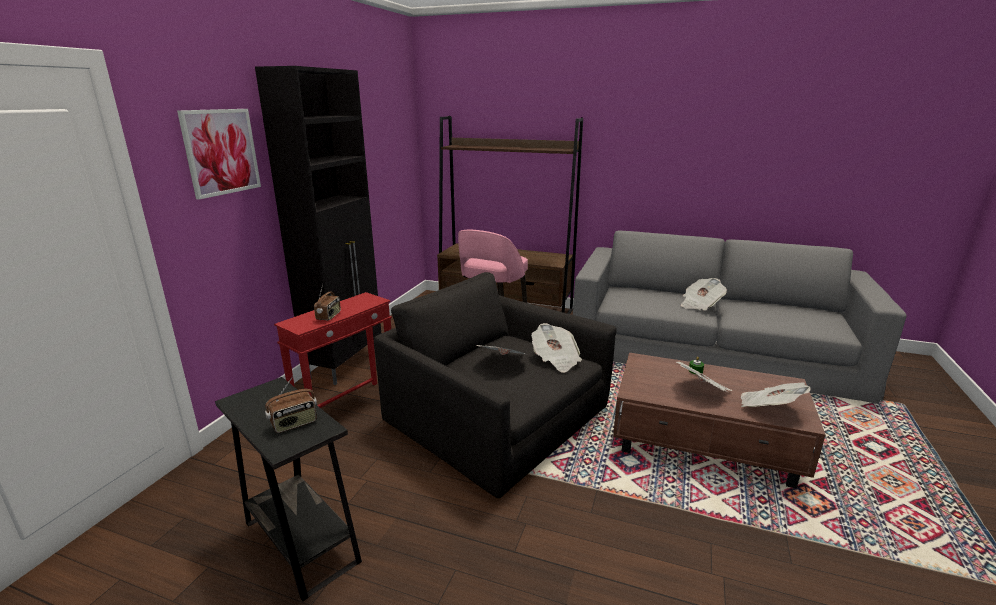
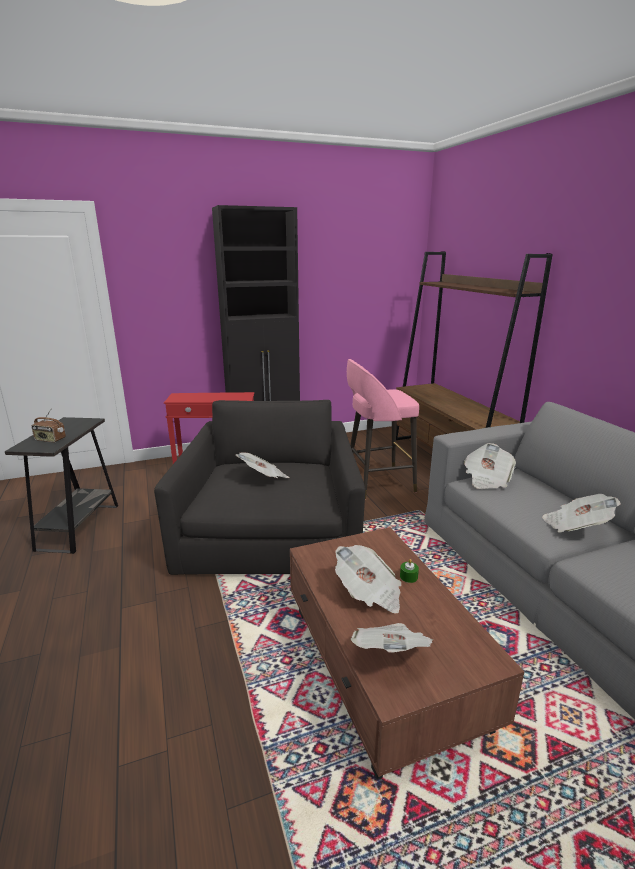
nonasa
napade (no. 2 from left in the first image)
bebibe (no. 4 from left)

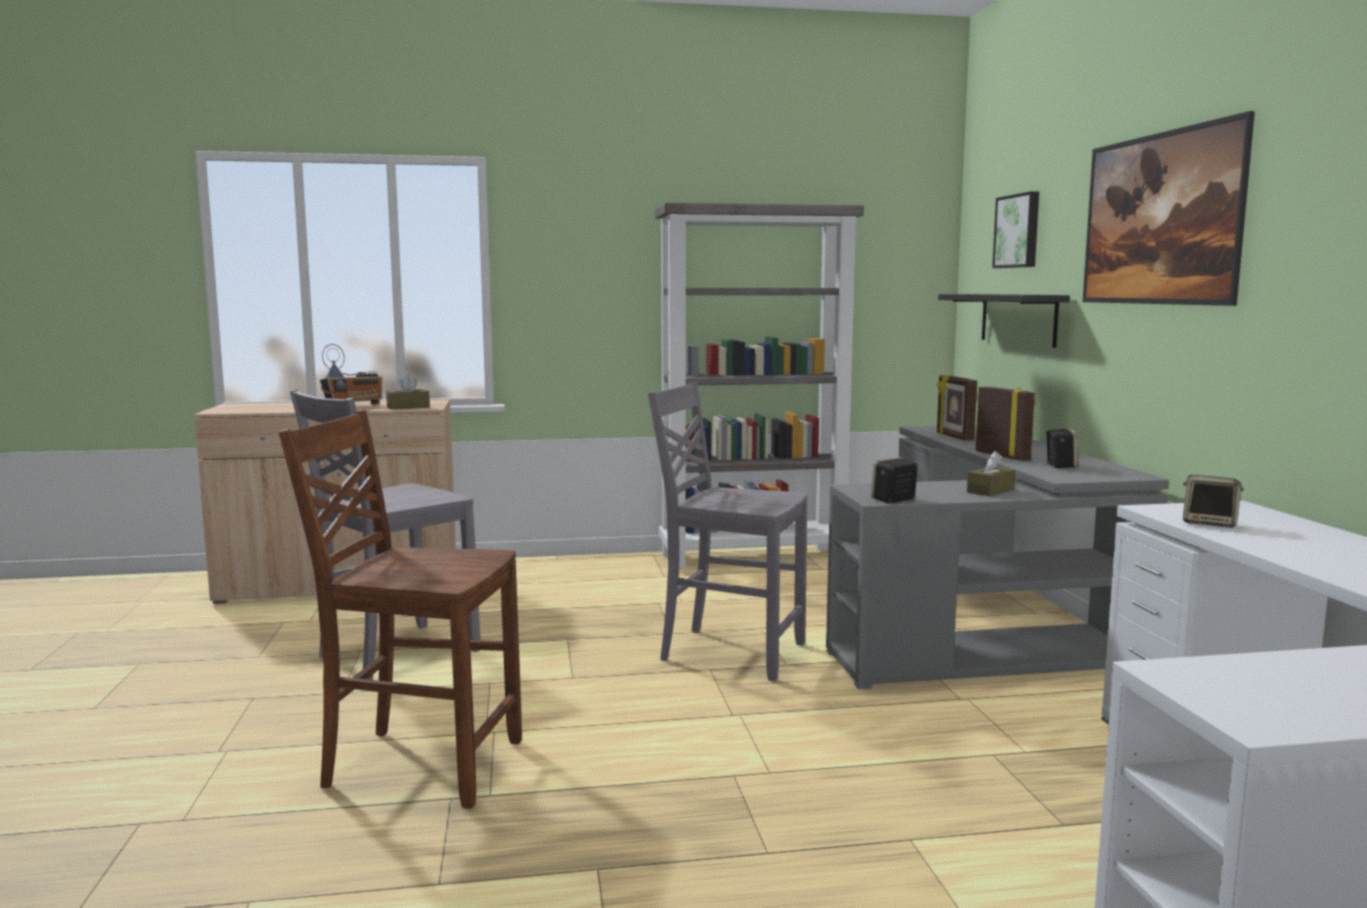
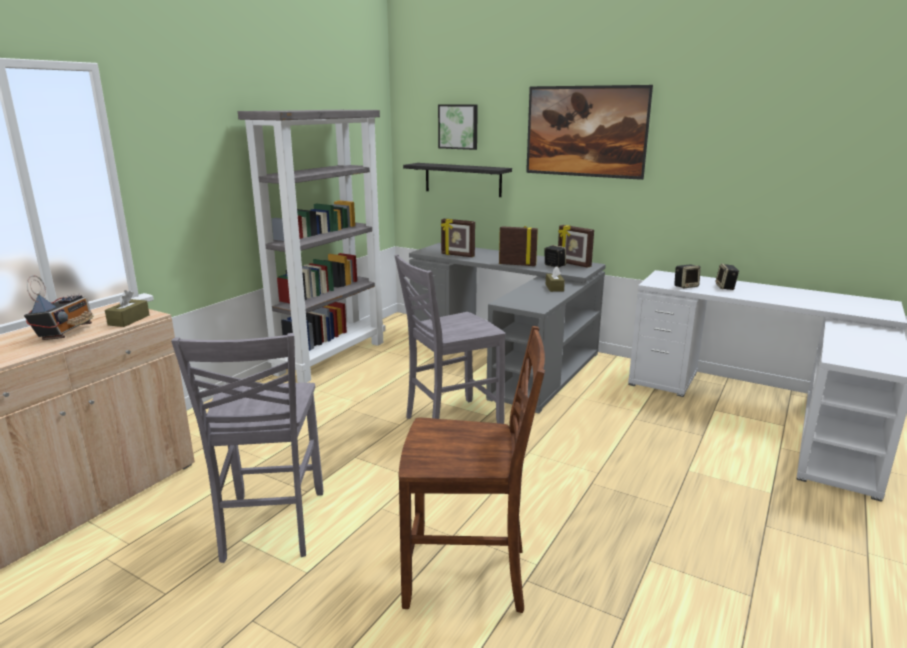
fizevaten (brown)
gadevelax (no. 3 from left)
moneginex (no. 3 from left)

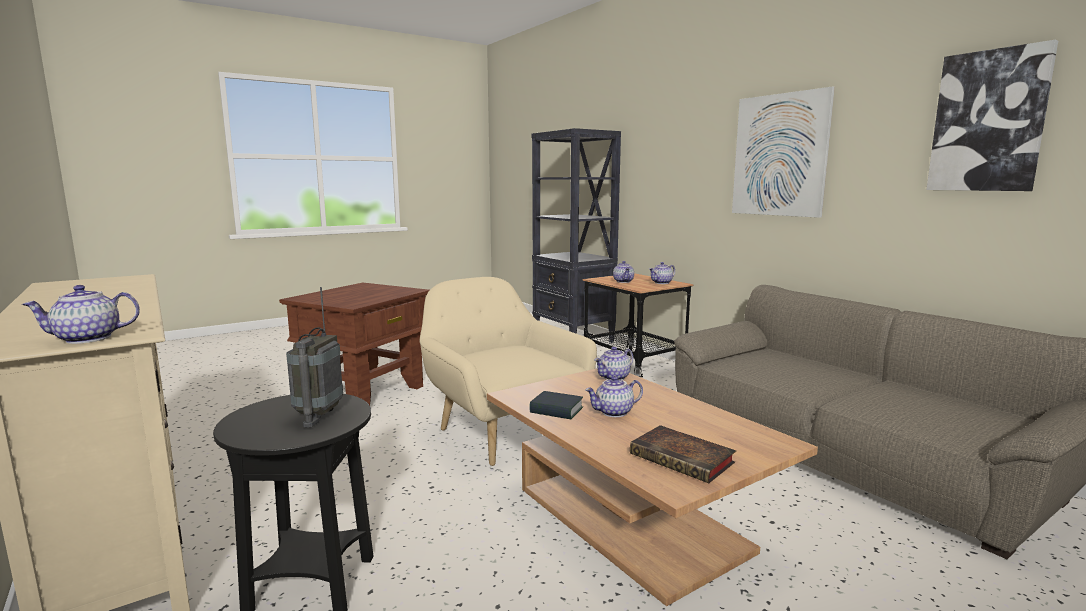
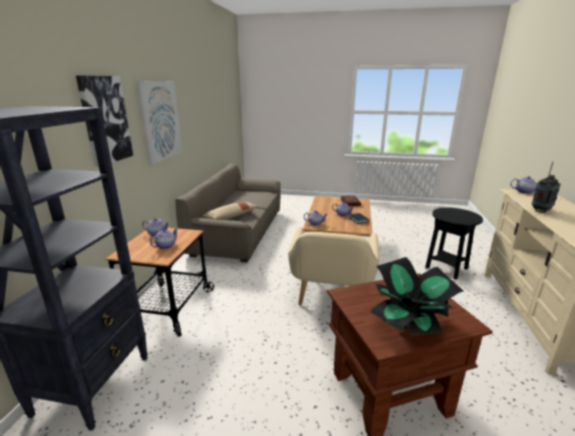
napade
nonasa (no. 1 from left)
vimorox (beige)
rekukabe

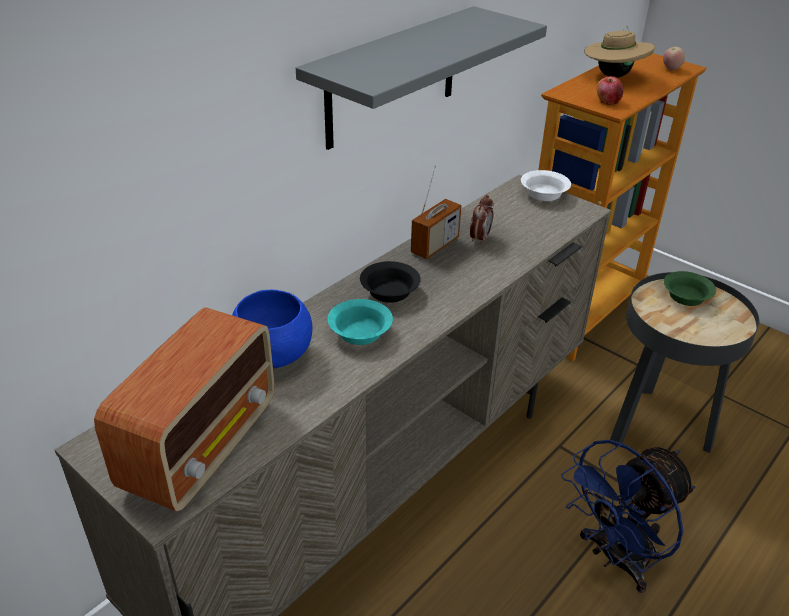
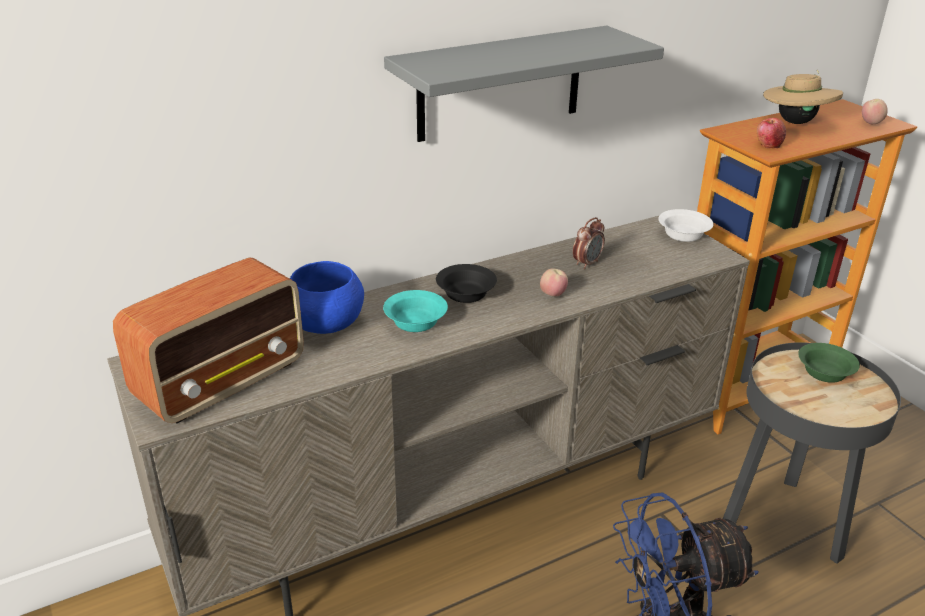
napade (no. 2 from left in the first image)
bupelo (no. 1 from left)

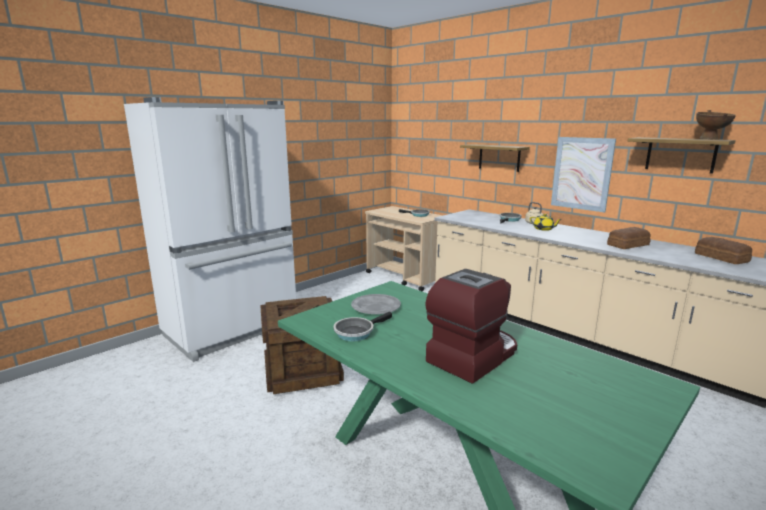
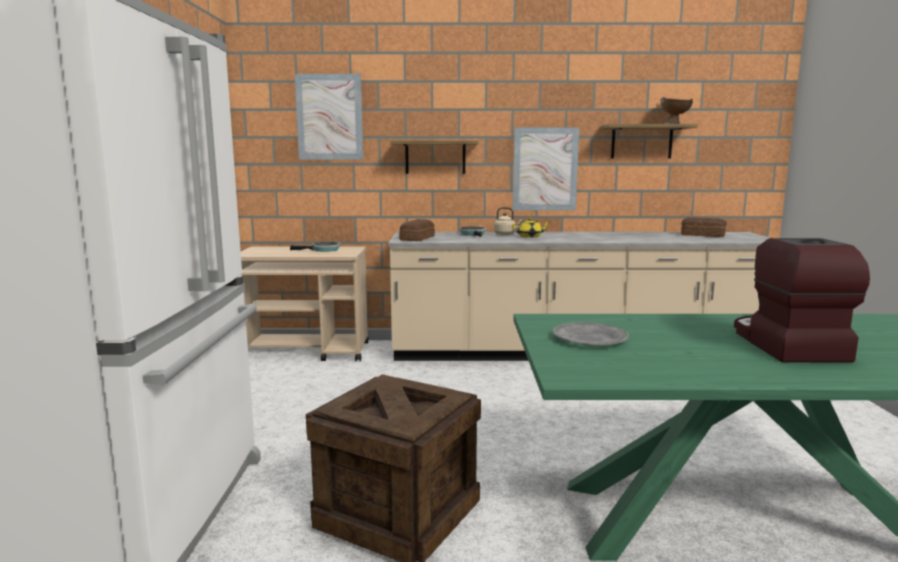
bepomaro (no. 1 from left in the first image)
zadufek (no. 1 from left)
nonasa (no. 1 from left)

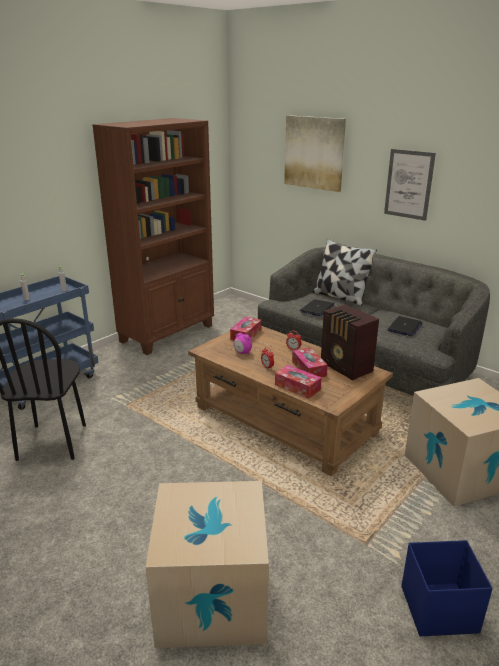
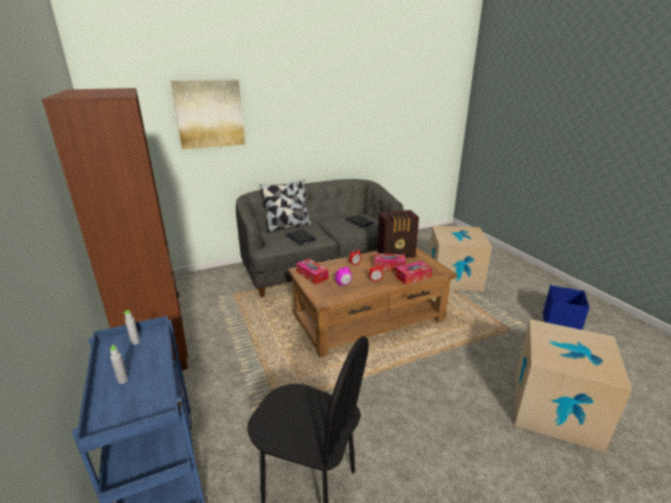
nonasa (no. 2 from left in the first image)

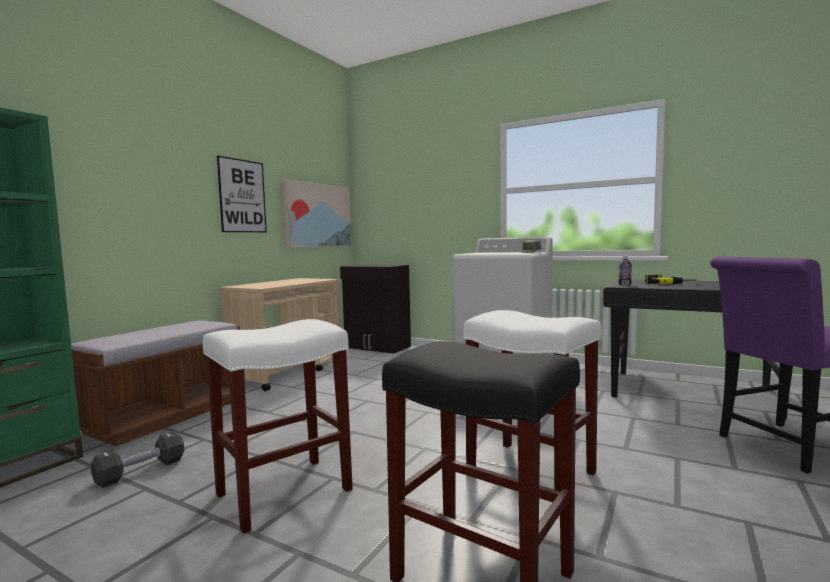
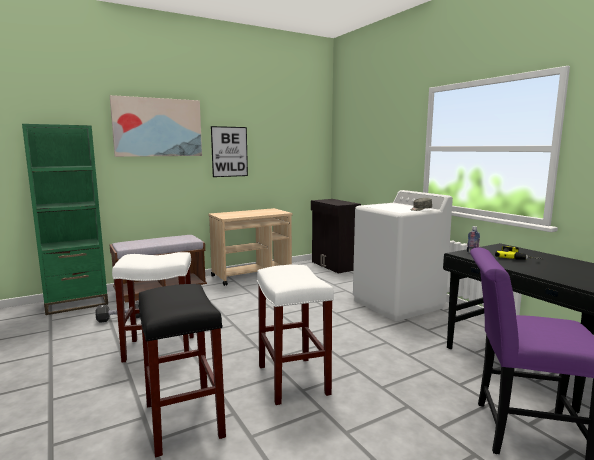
nonasa (no. 1 from left)

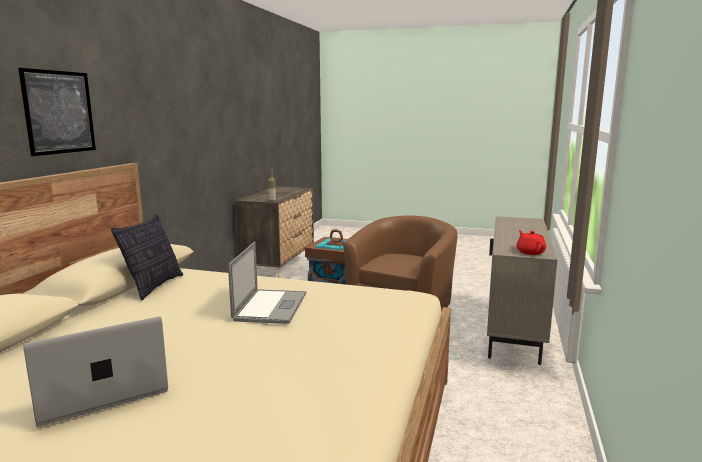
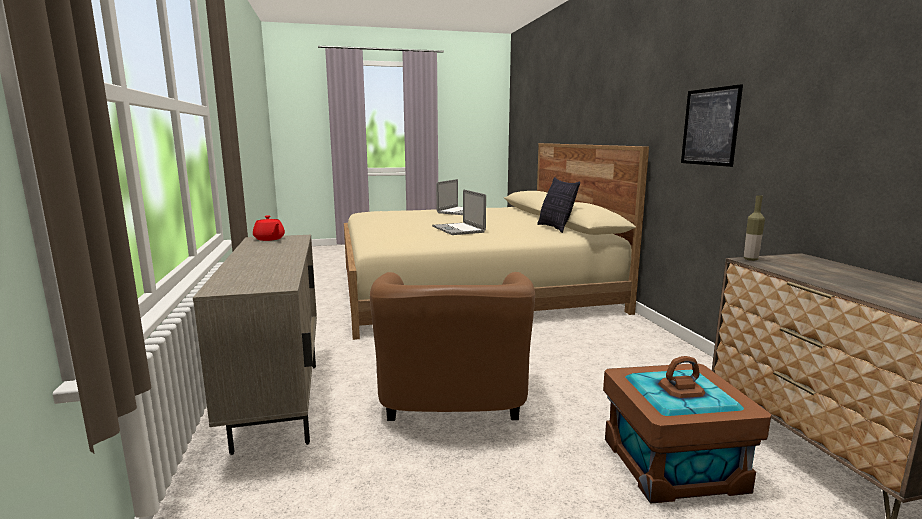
nonasa

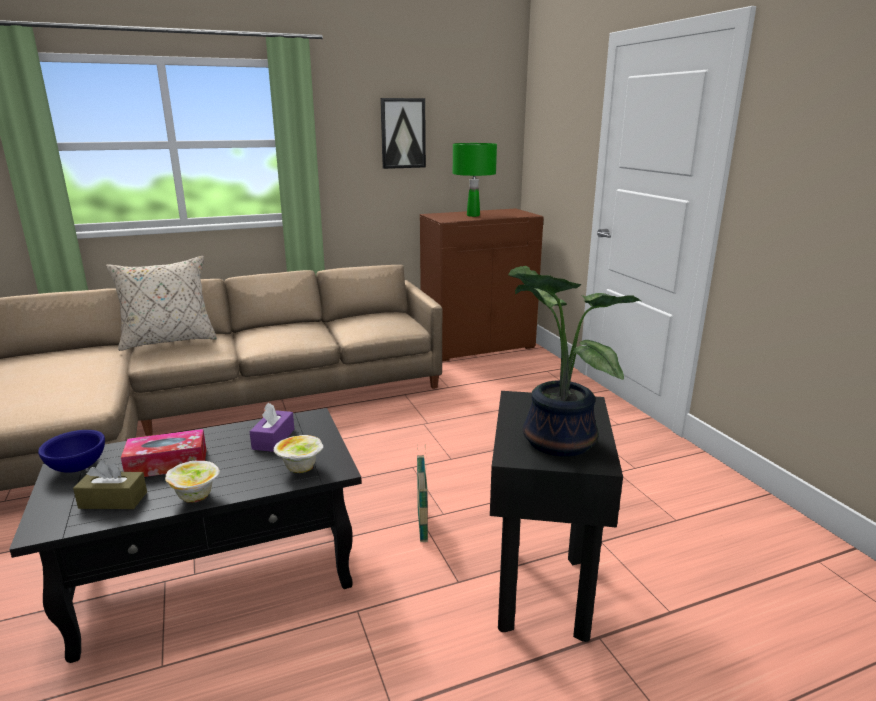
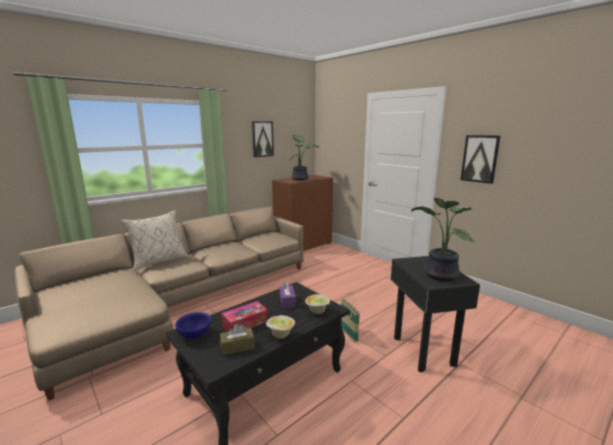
rekukabe (no. 1 from left)
nonasa (no. 2 from left)

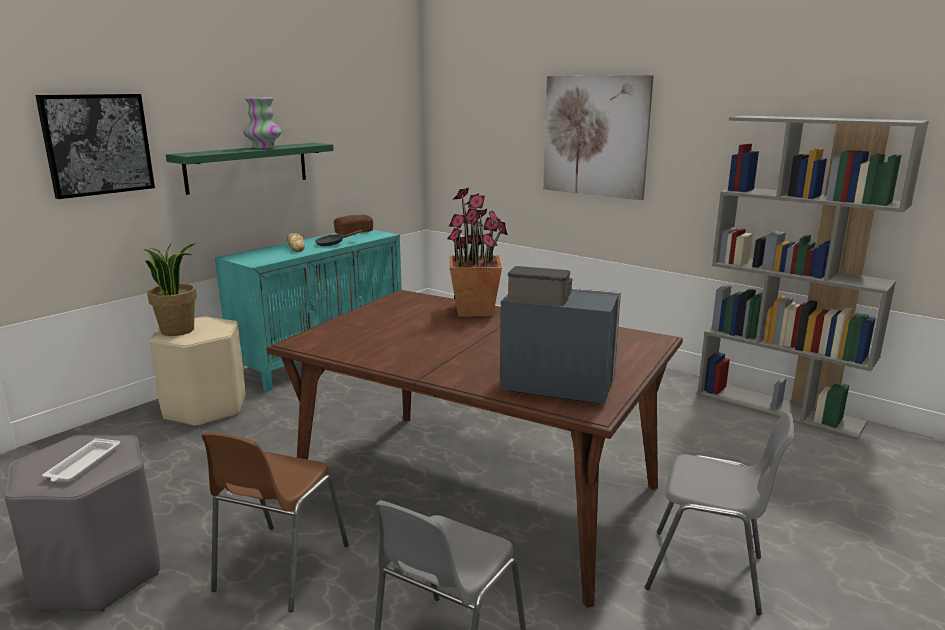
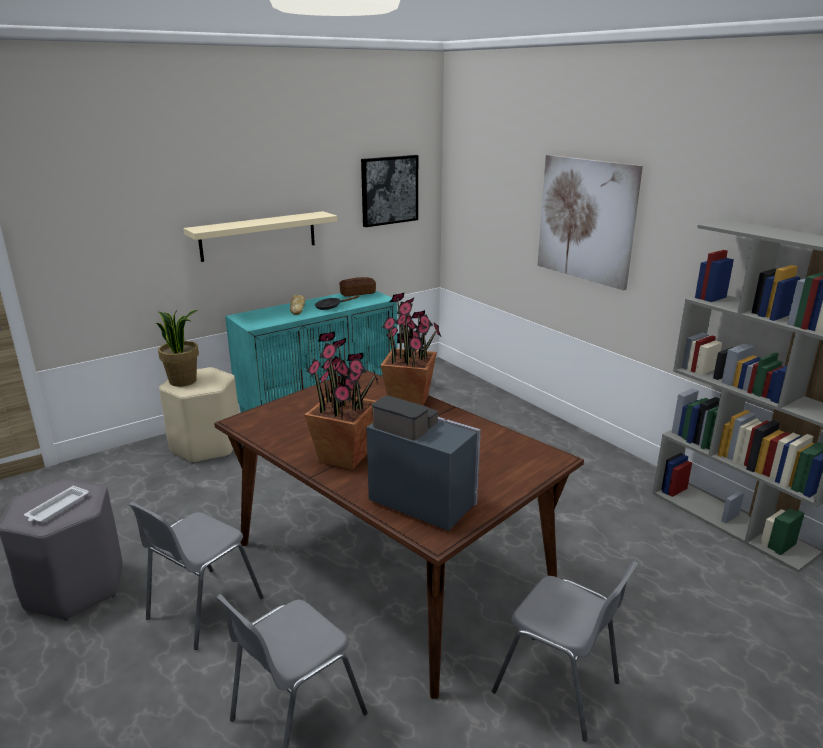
nonasa (no. 1 from left)
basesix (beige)
fizevaten (grey) (no. 1 from left)
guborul
rekukabe (no. 2 from left)

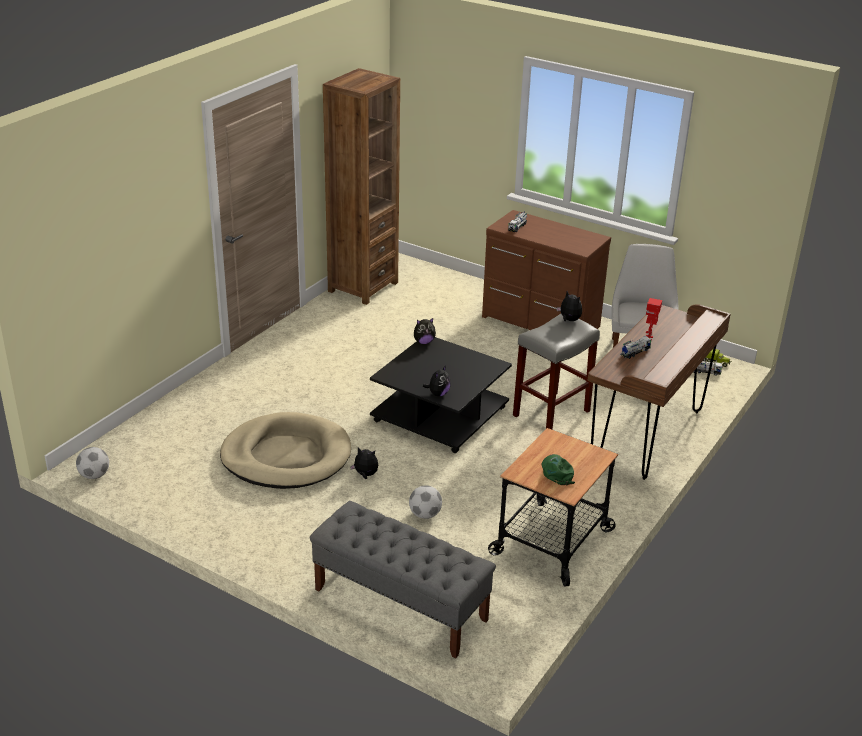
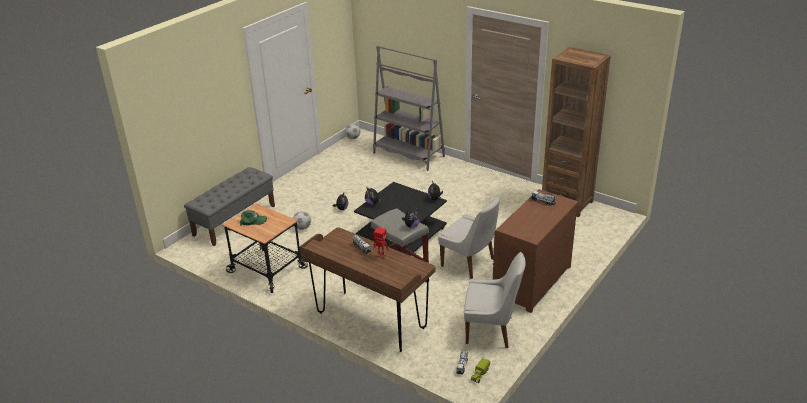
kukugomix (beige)
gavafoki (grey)
fizevaten (white) (no. 1 from left)

